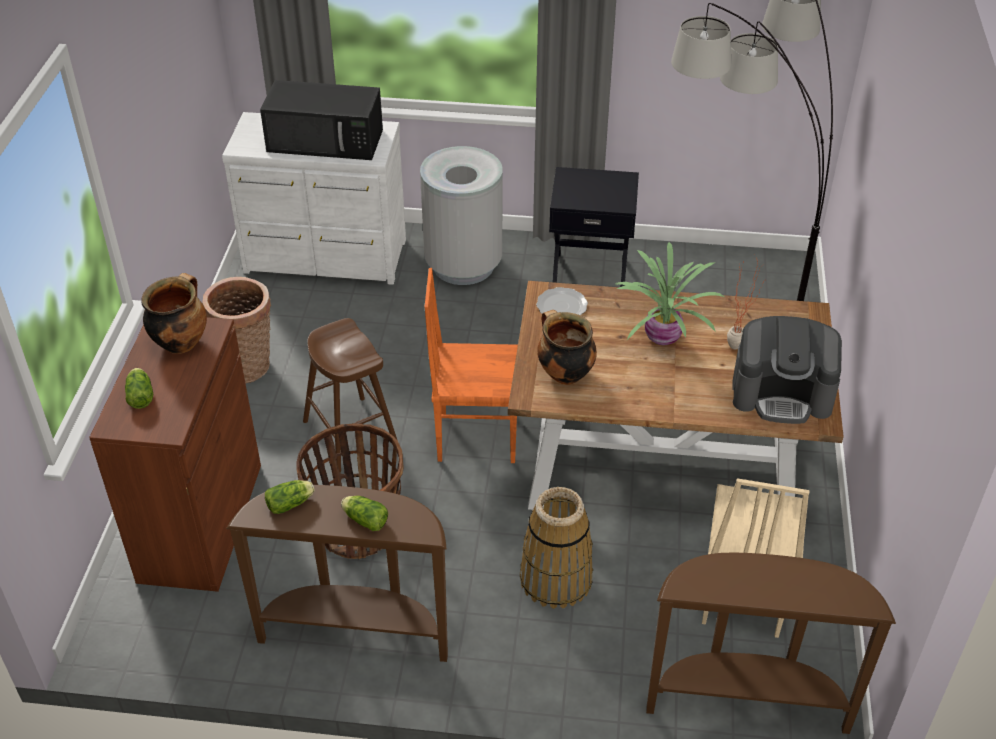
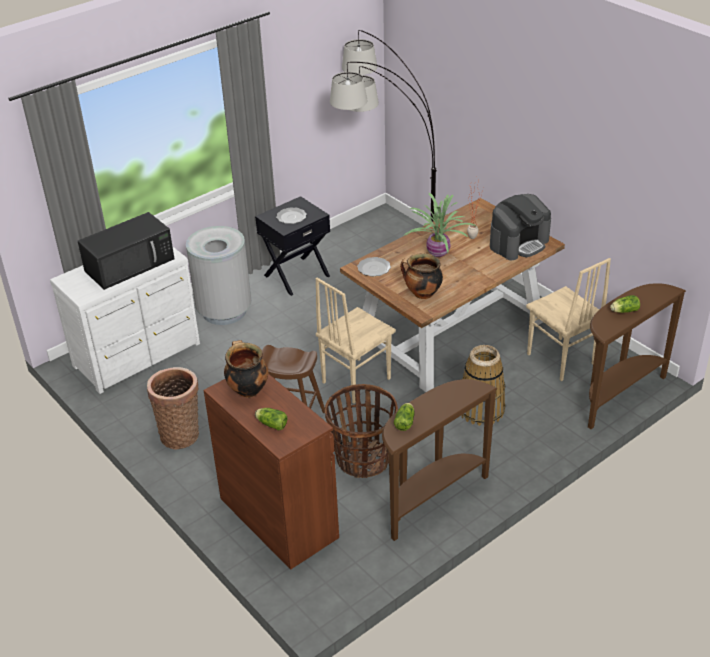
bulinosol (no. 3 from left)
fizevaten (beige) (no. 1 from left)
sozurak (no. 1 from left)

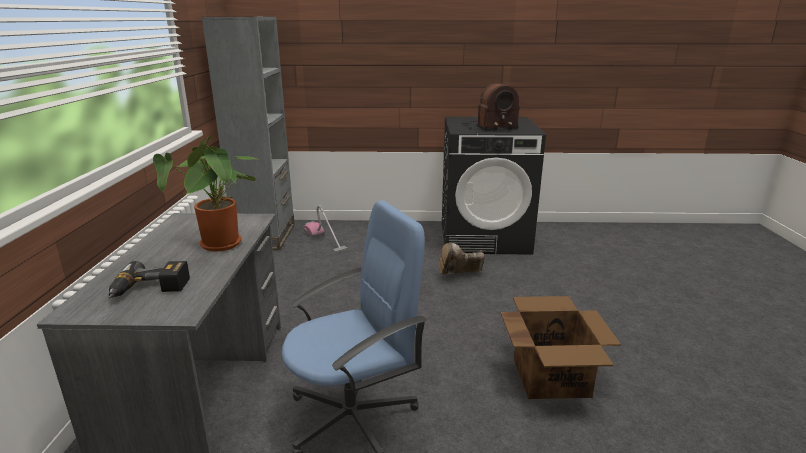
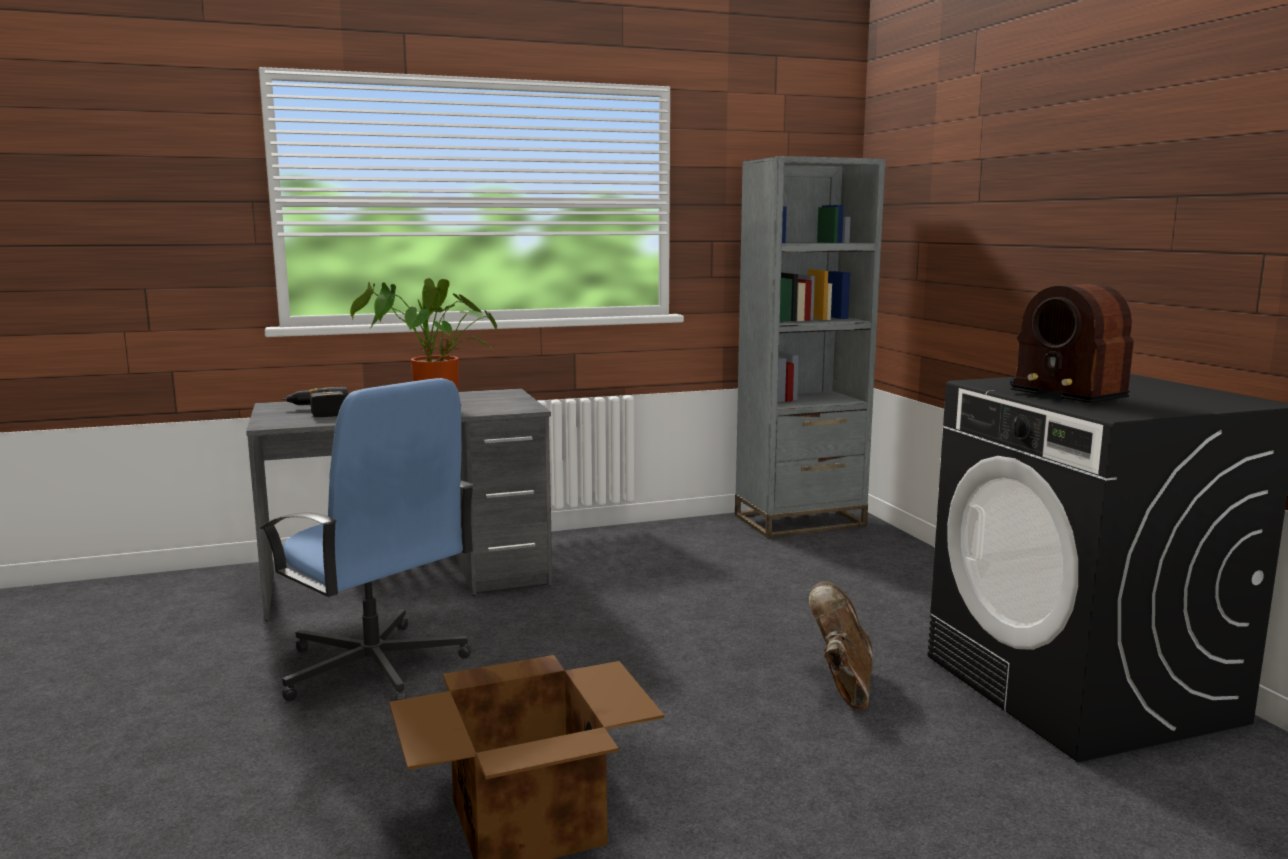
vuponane
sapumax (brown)

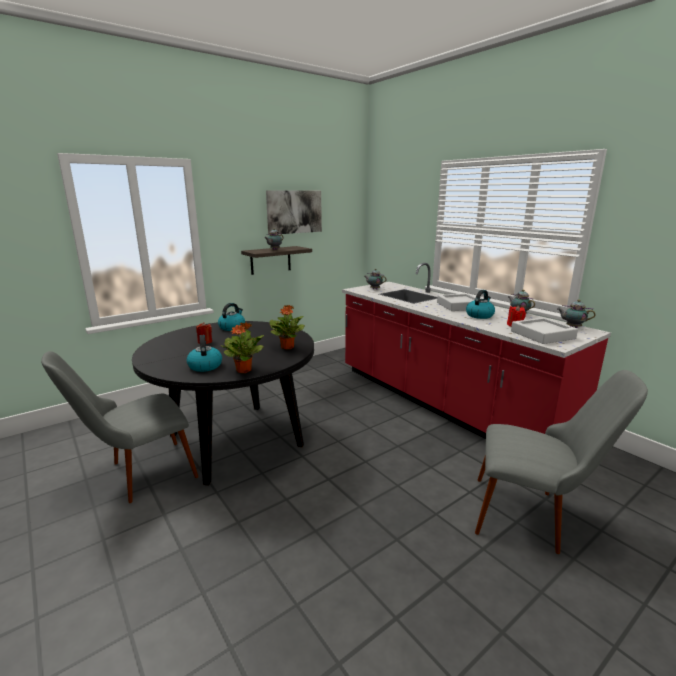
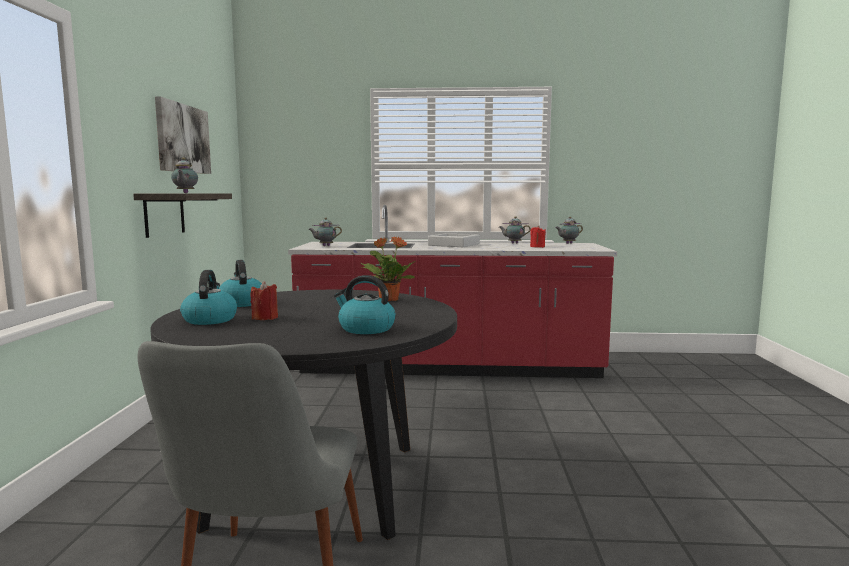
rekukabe (no. 1 from left in the first image)
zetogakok (no. 1 from left)
fizevaten (grey) (no. 2 from left in the first image)
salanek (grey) (no. 2 from left in the first image)

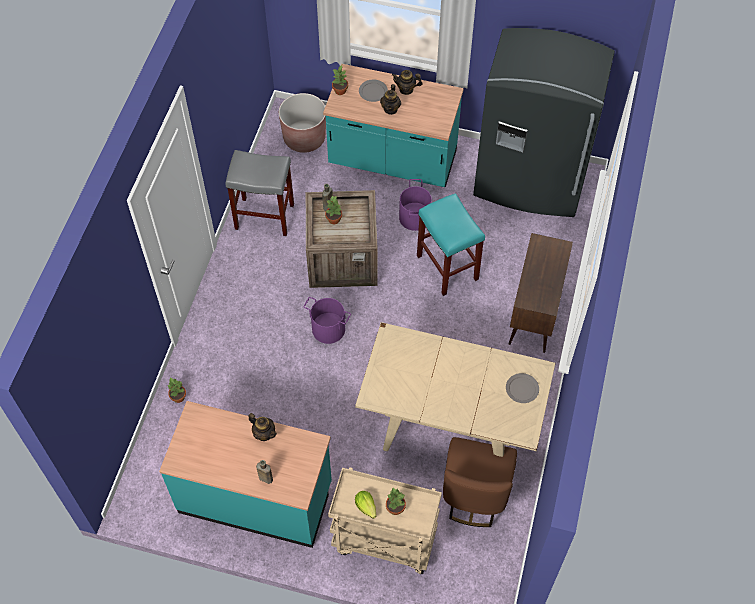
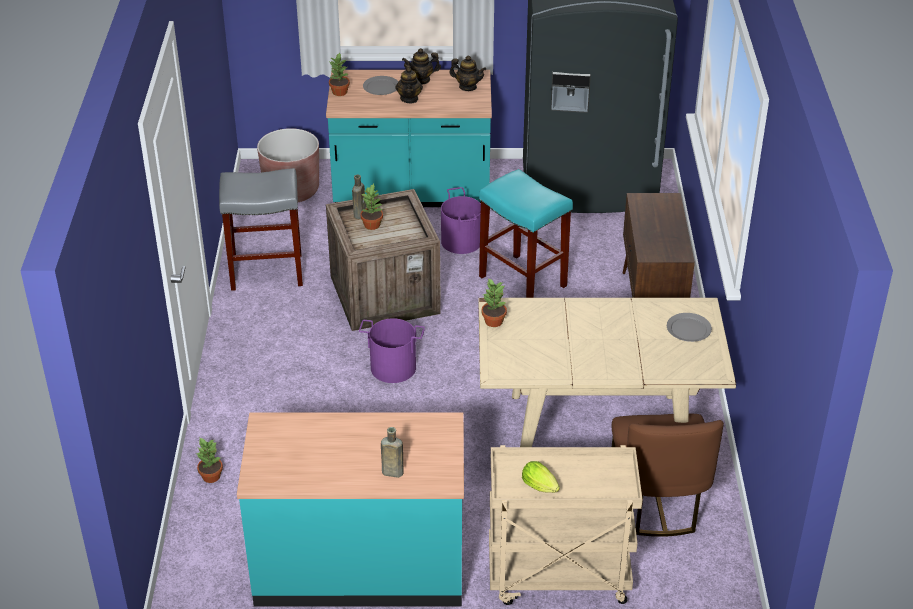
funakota (no. 3 from left)
rekukabe (no. 4 from left)

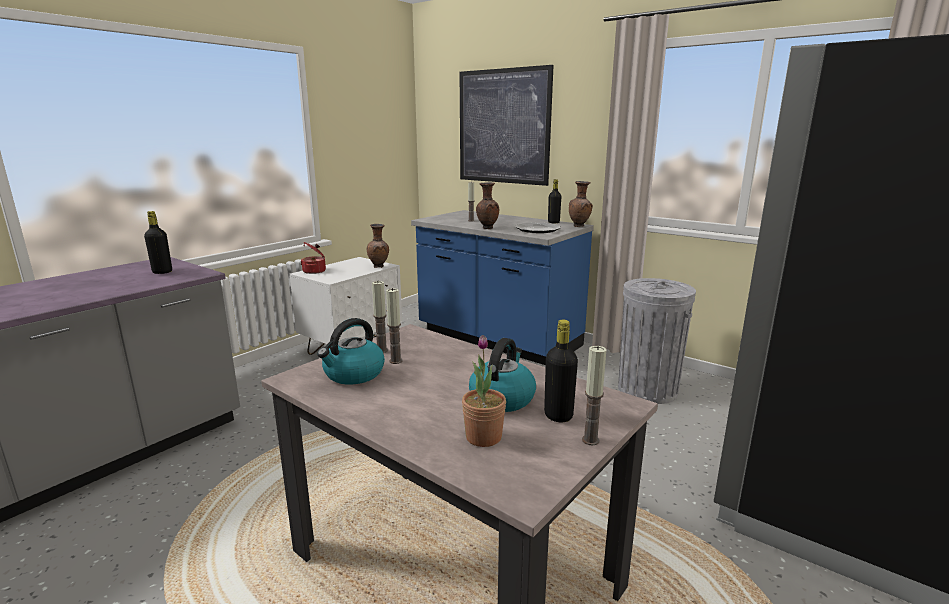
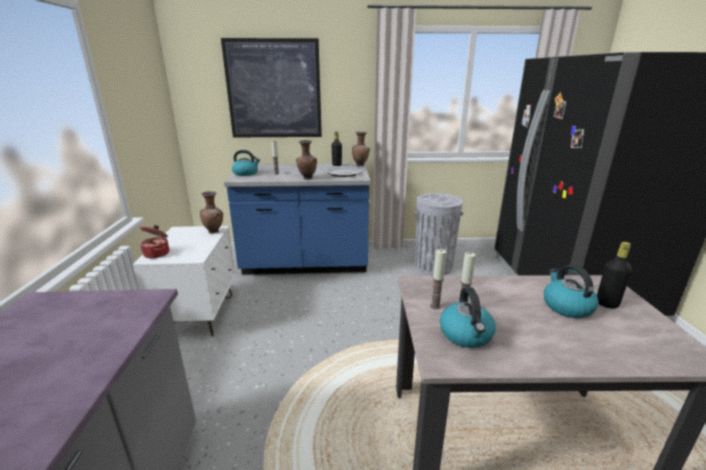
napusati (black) (no. 1 from left in the first image)
rekukabe
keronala (no. 4 from left in the first image)
zetogakok (no. 1 from left)

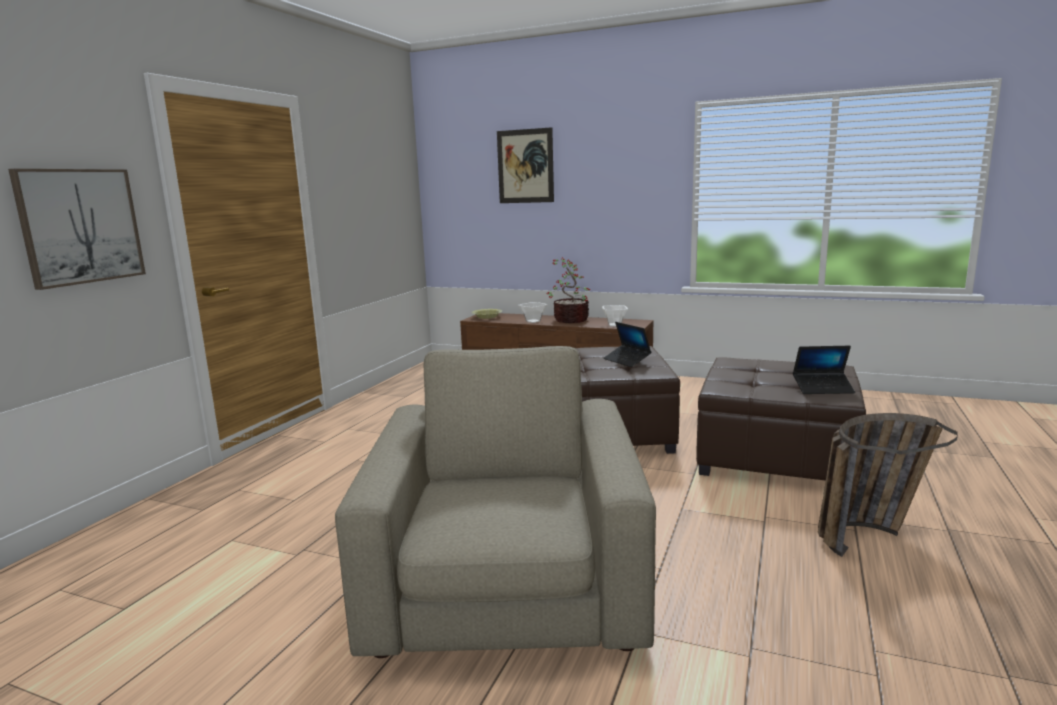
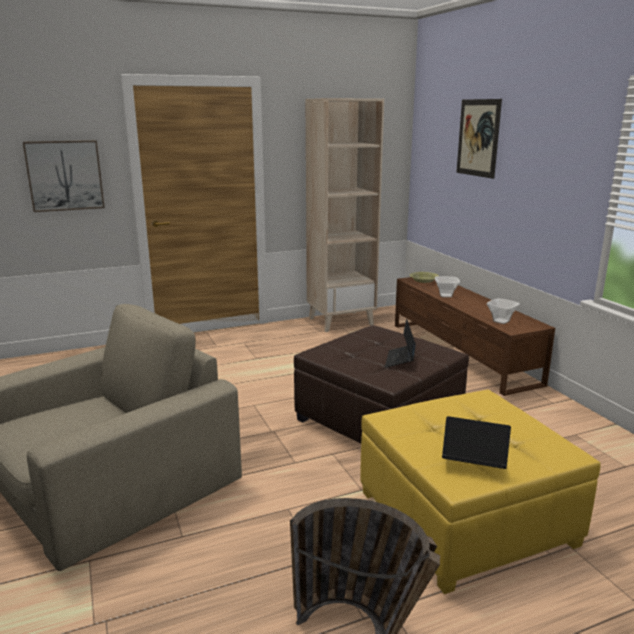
rekukabe
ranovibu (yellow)
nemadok (no. 2 from left)
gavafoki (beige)

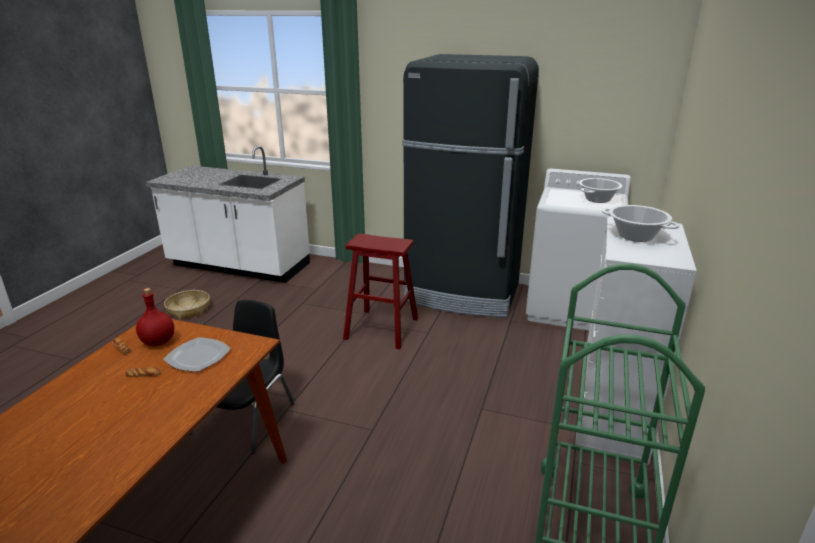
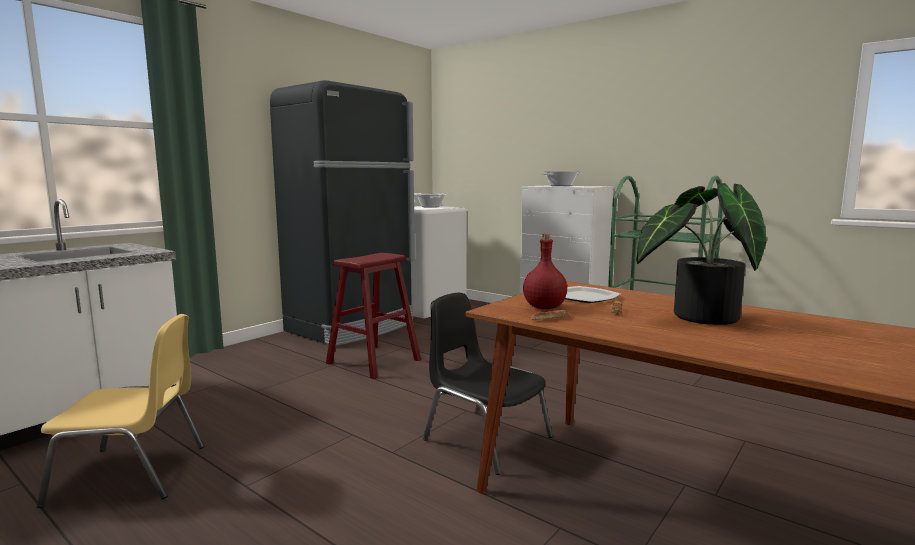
fizevaten (yellow)
rekukabe

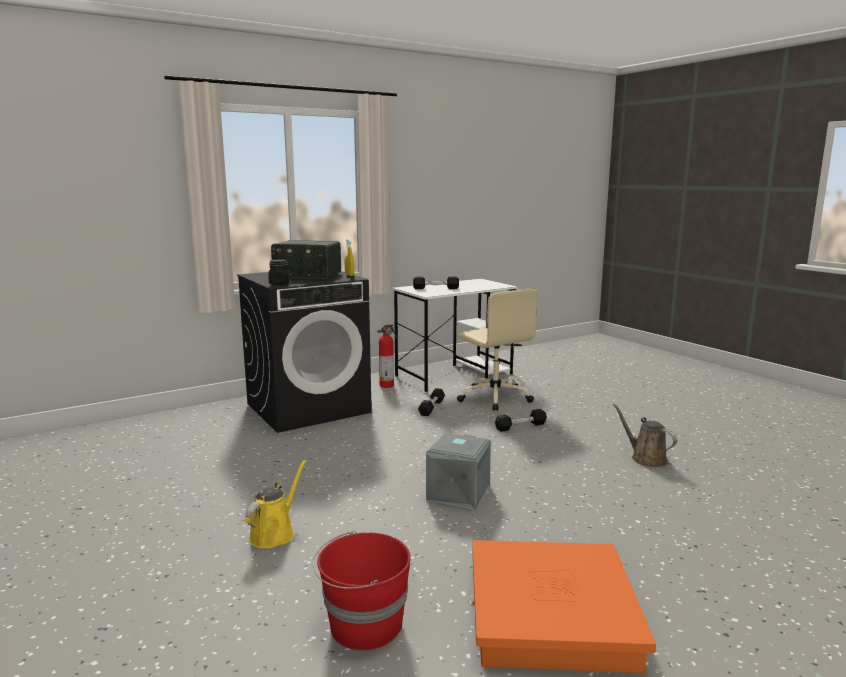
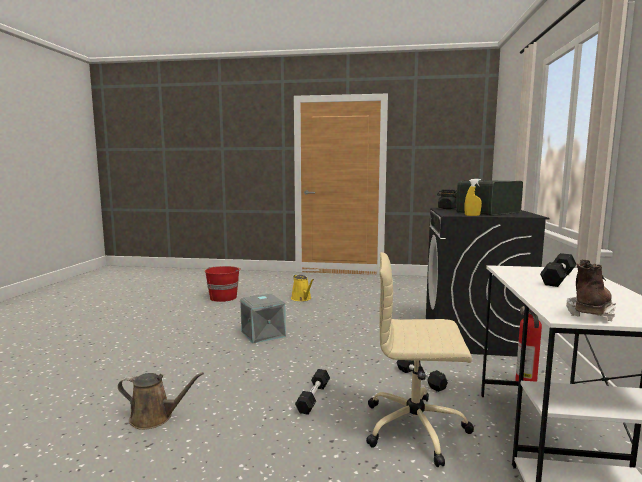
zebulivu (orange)
sapumax (brown)

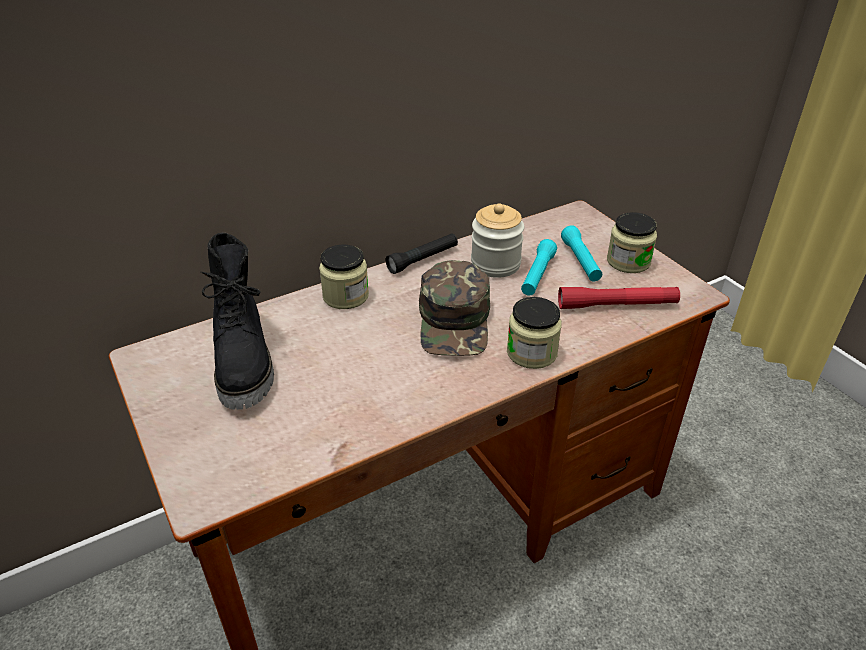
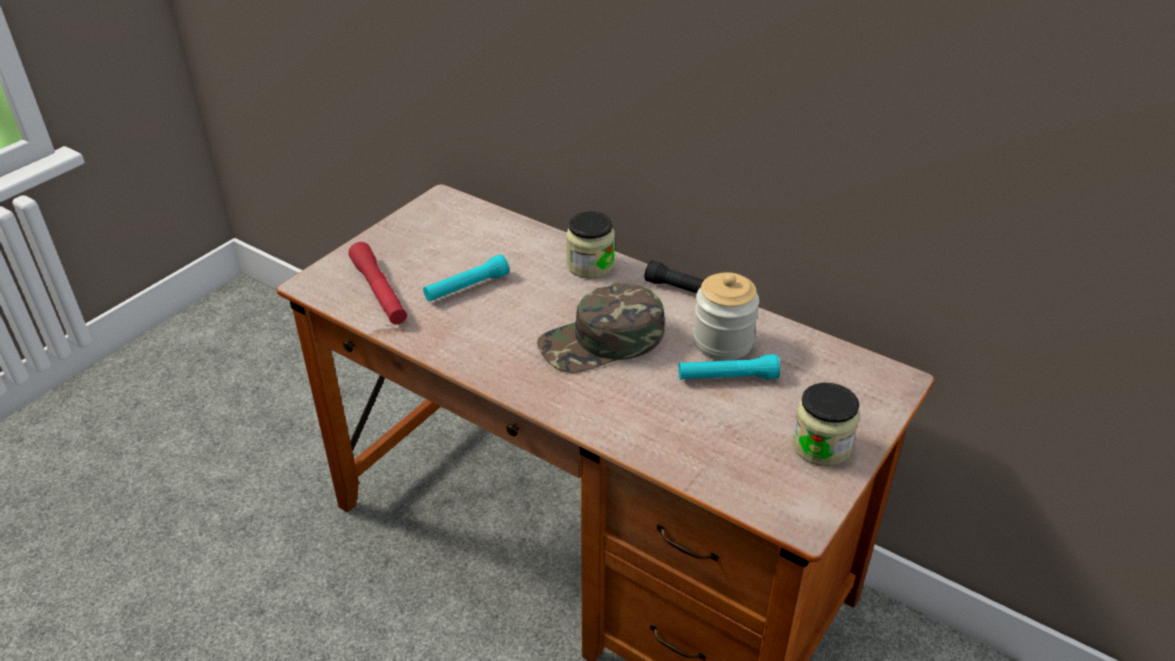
sapumax (black)
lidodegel (no. 3 from left in the first image)
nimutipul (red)
nimutipul (turquoise) (no. 1 from left)

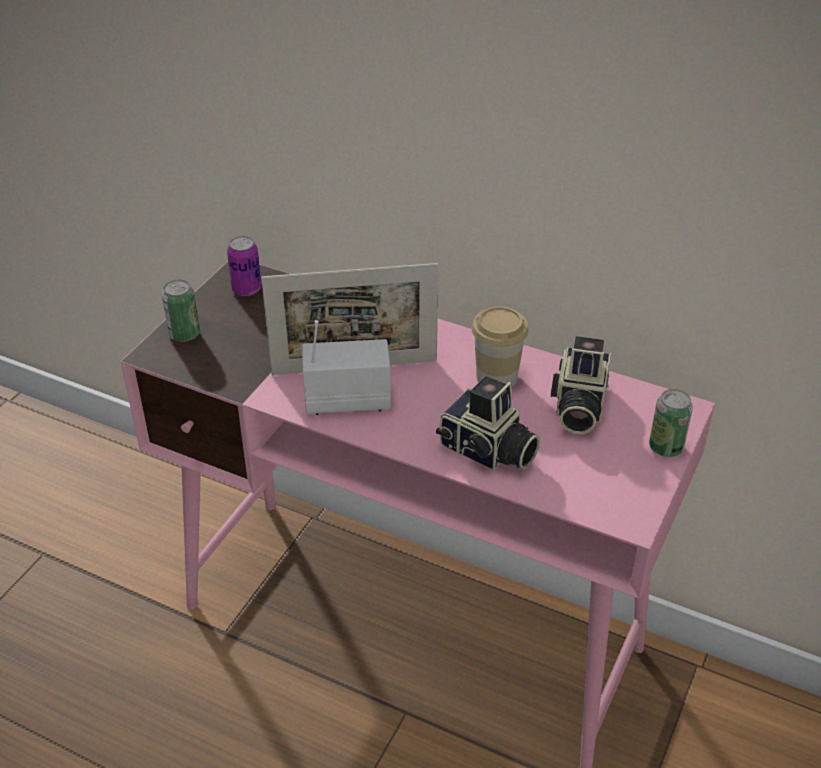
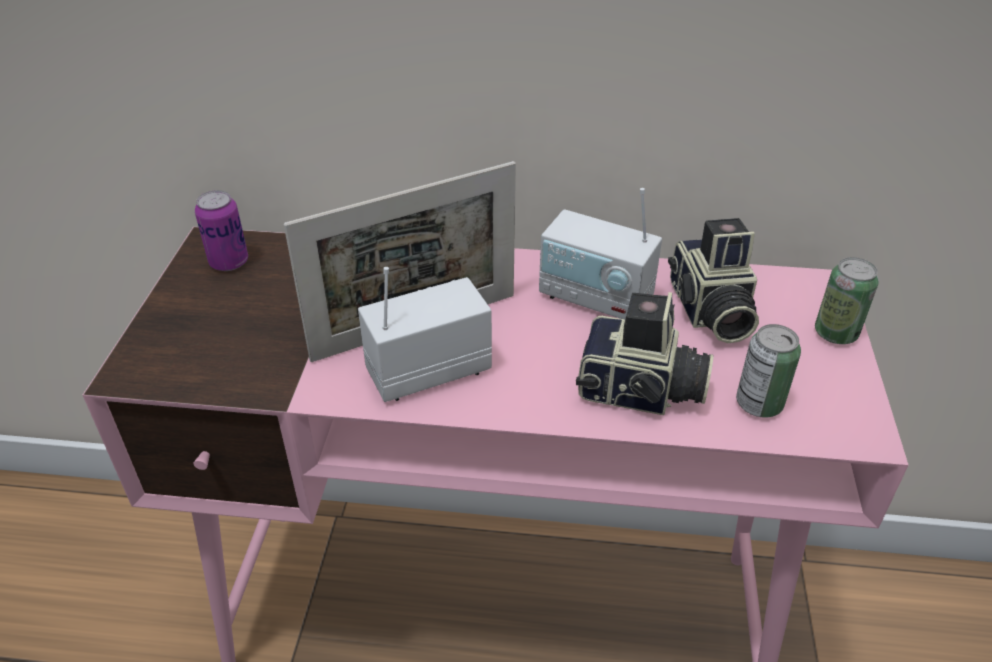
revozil (no. 2 from left)
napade (no. 2 from left)

